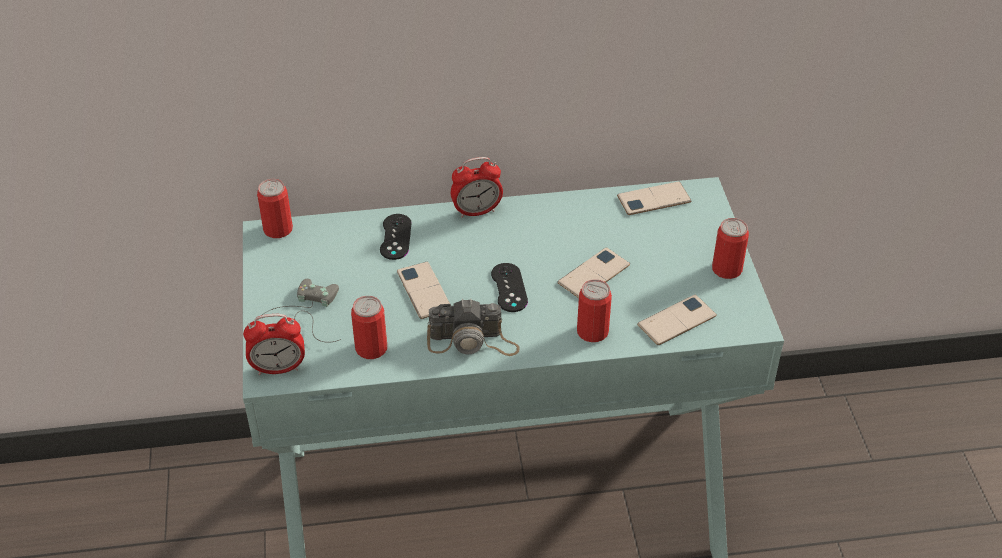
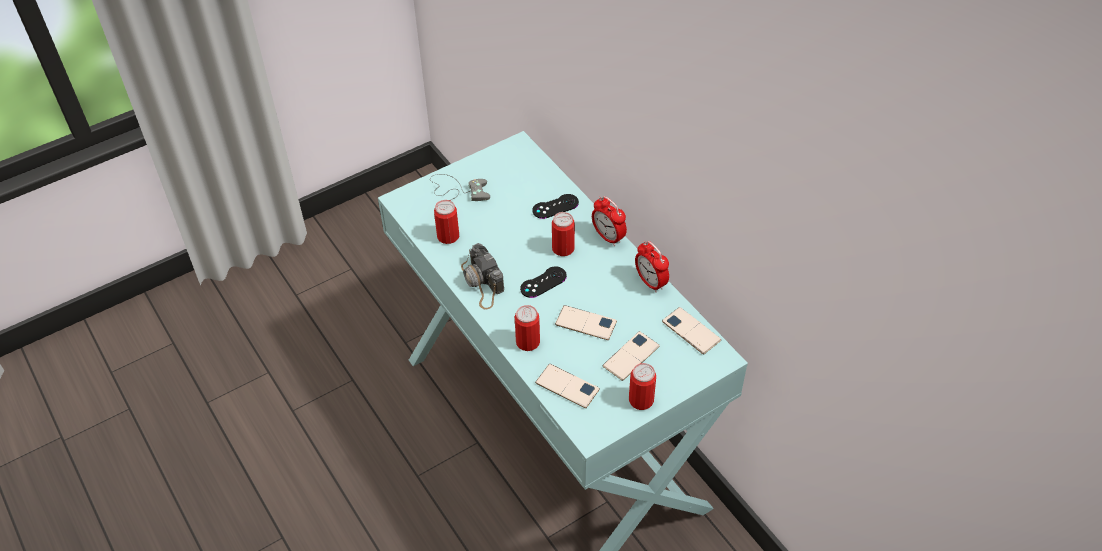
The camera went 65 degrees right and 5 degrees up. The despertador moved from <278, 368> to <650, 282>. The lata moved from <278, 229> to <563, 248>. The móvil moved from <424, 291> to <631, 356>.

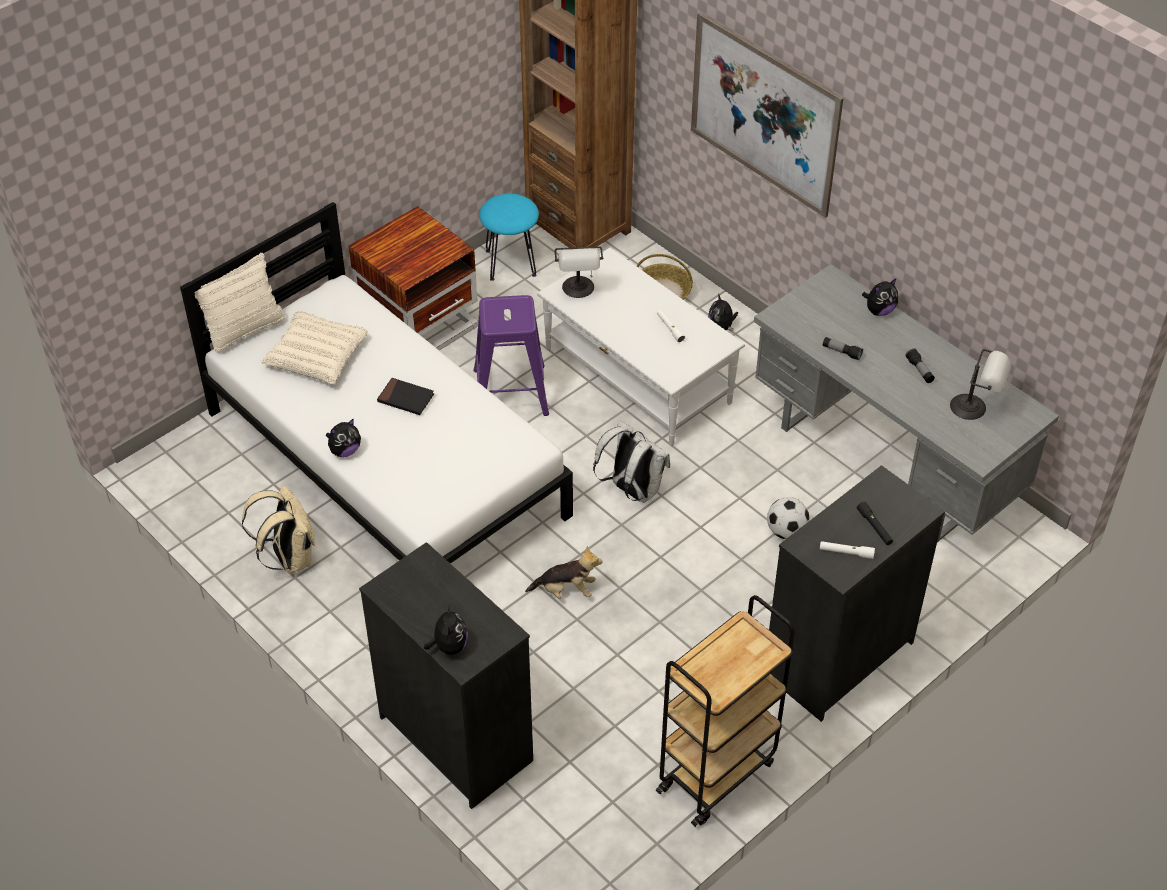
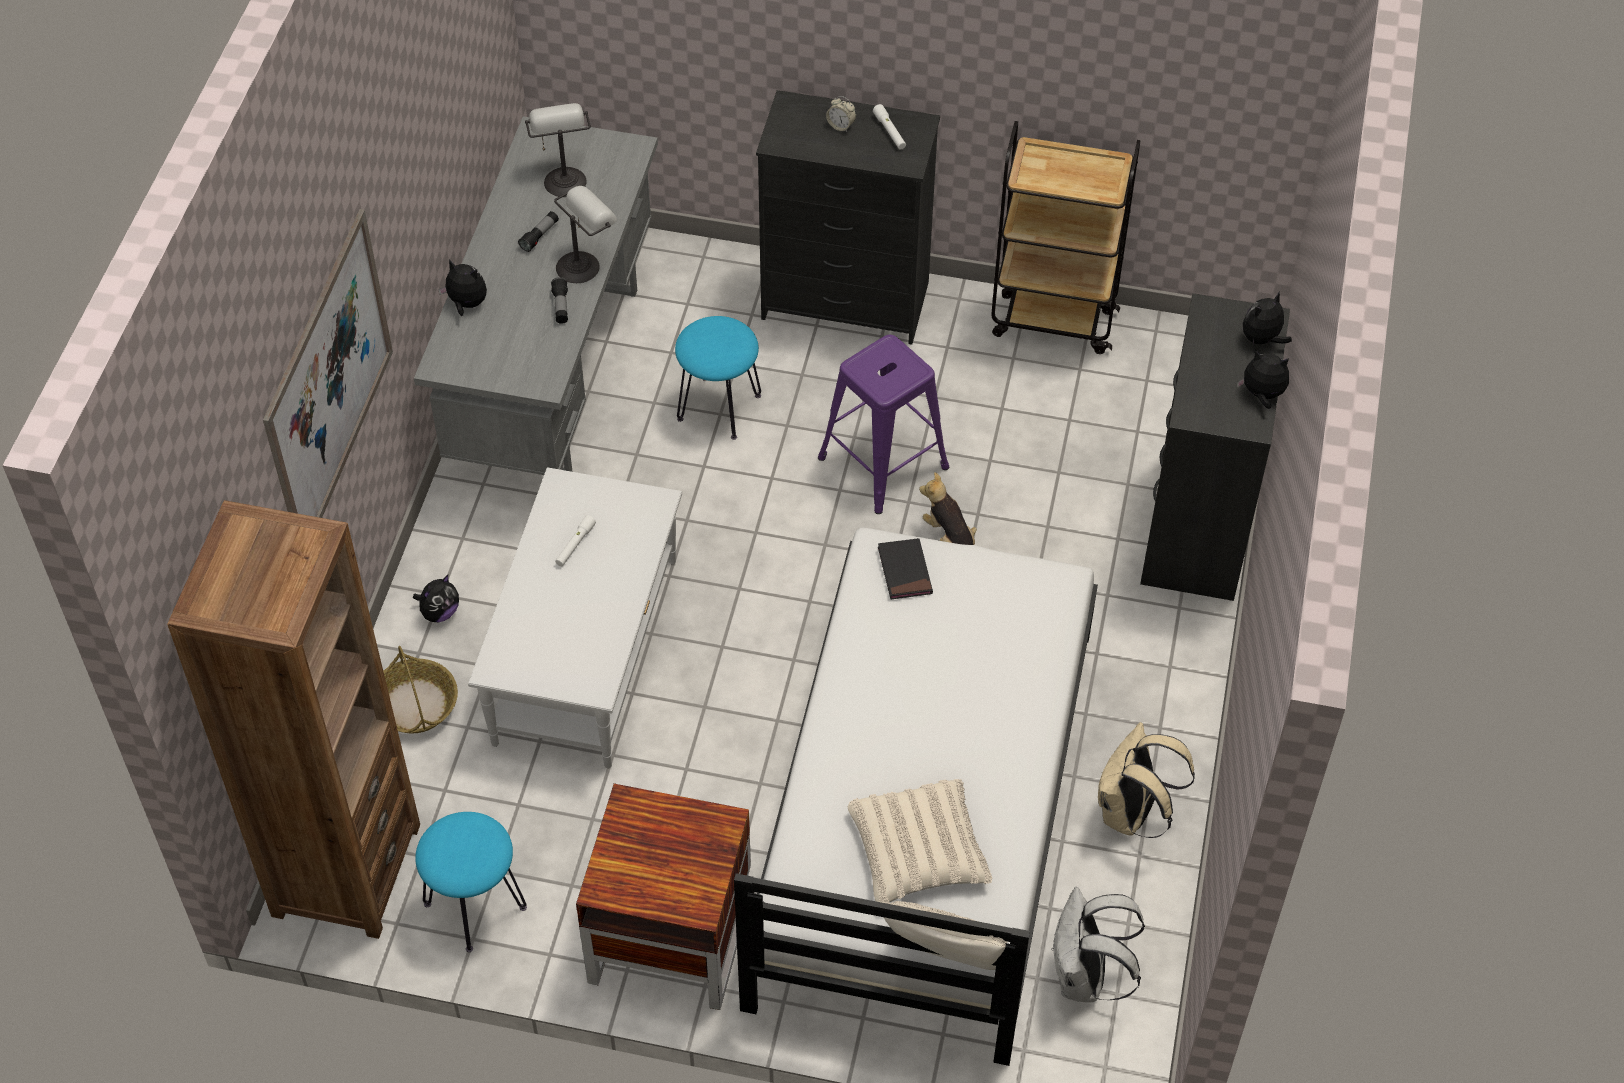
The camera went 125 degrees left and 5 degrees up. The peluche moved from <345, 451> to <1262, 395>. The libro [negro] moved from <406, 398> to <904, 571>. The taburete [morado] moved from <510, 392> to <883, 463>. The lámpara de mesa moved from <579, 291> to <584, 262>. The mochila [blanco] moved from <632, 490> to <1085, 978>. The balón de fútbol at <786, 531> was replaced by the taburete [turquesa] at <719, 407>. The linterna [negro] at <874, 527> was replaced by the despertador at <841, 126>.

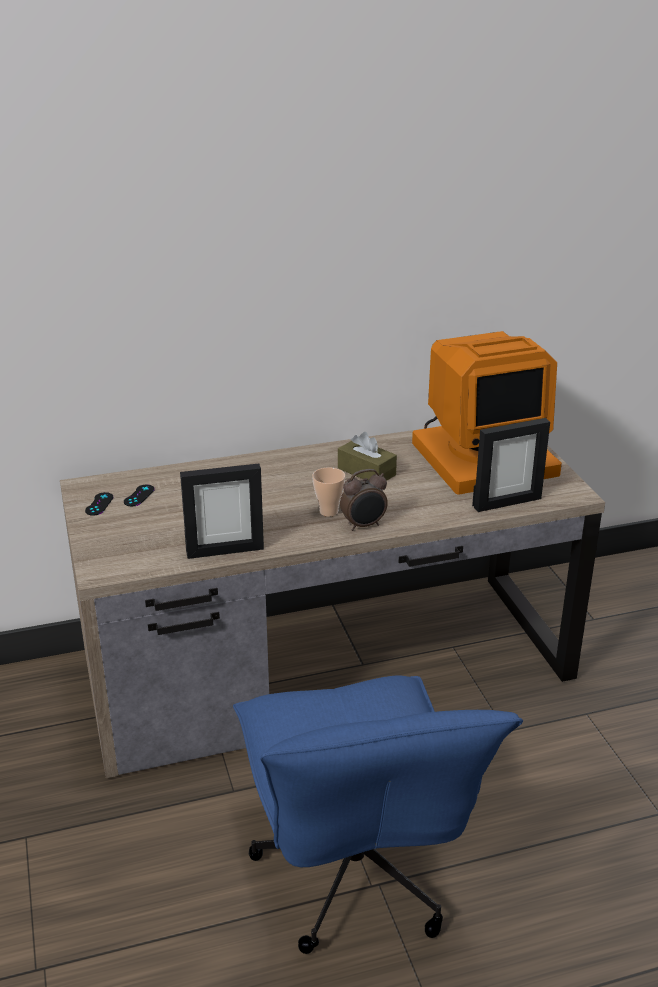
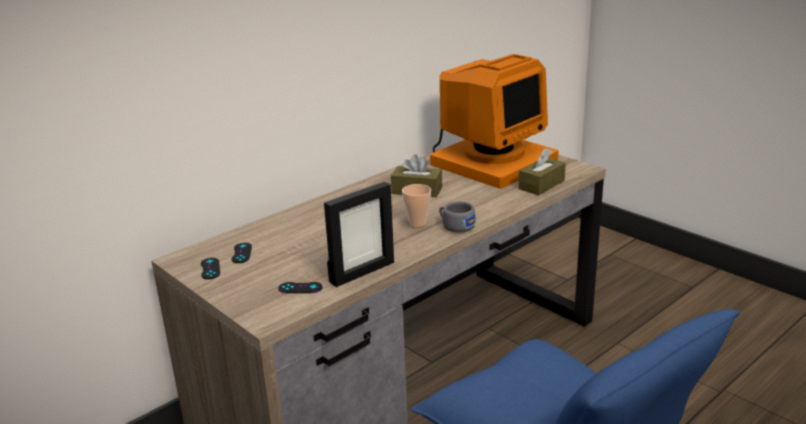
The camera went 25 degrees left and 5 degrees down. The mando de consola [negro] at <300, 288> appeared. The despertador at <364, 525> was replaced by the taza [gris] at <455, 225>. The portarretratos at <506, 502> was replaced by the caja de pañuelos [marrón] at <541, 185>.

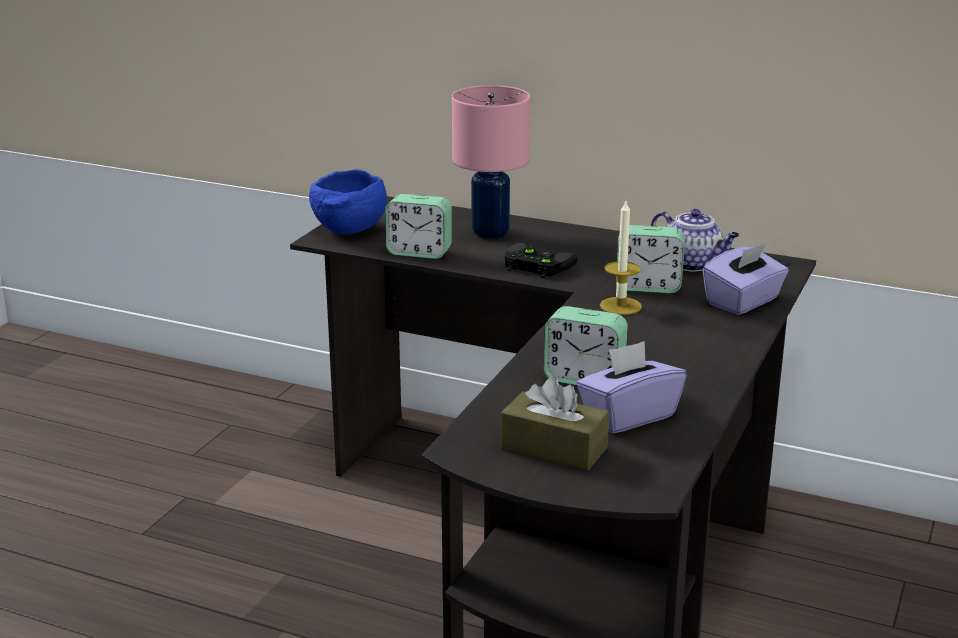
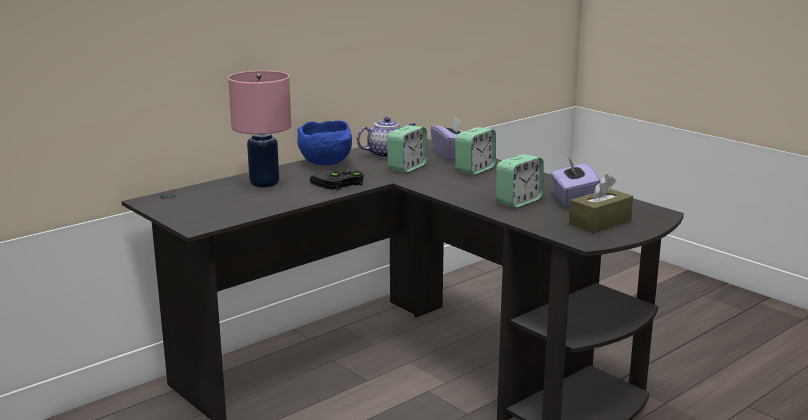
The camera went 65 degrees left and 5 degrees down. The vela at <620, 306> disappeared. The cuenco [azul] moved from <349, 231> to <327, 164>. The despertador moved from <419, 252> to <475, 170>.

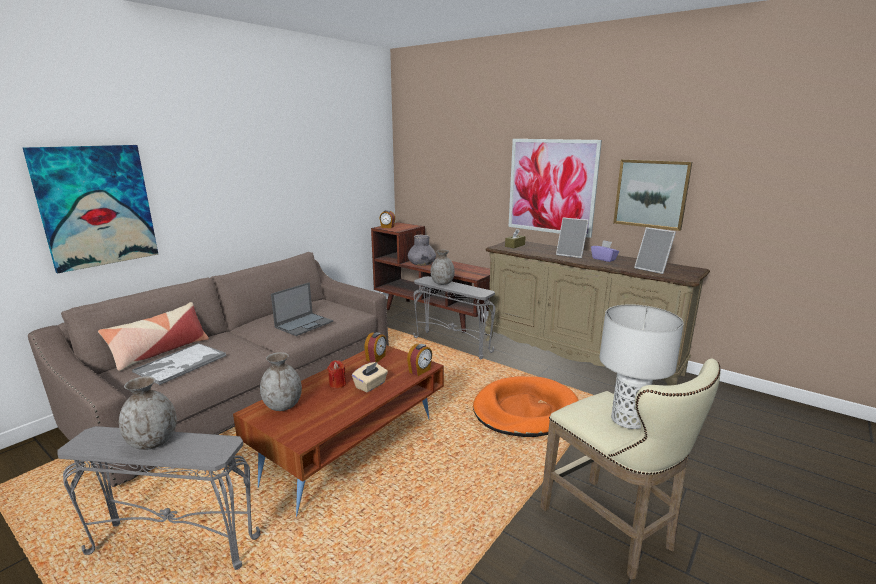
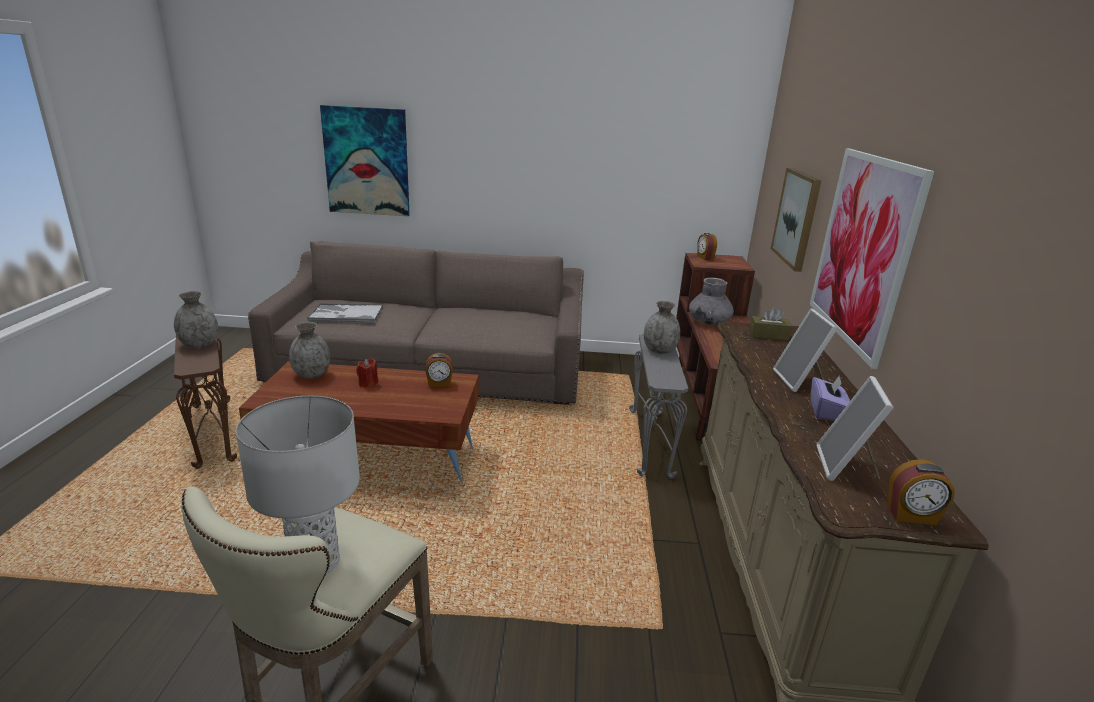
The camera went 55 degrees right and 5 degrees up. The cojín at <161, 352> disappeared. The portátil at <304, 324> disappeared. The caja de pañuelos [beis] at <371, 385> disappeared. The cama para perro [naranja] at <525, 410> disappeared. The despertador moved from <420, 371> to <911, 515>. The cuadro moved from <651, 194> to <797, 218>. The mesa auxiliar [gris] at <174, 546> became the mesa auxiliar [marrón] at <213, 433>.

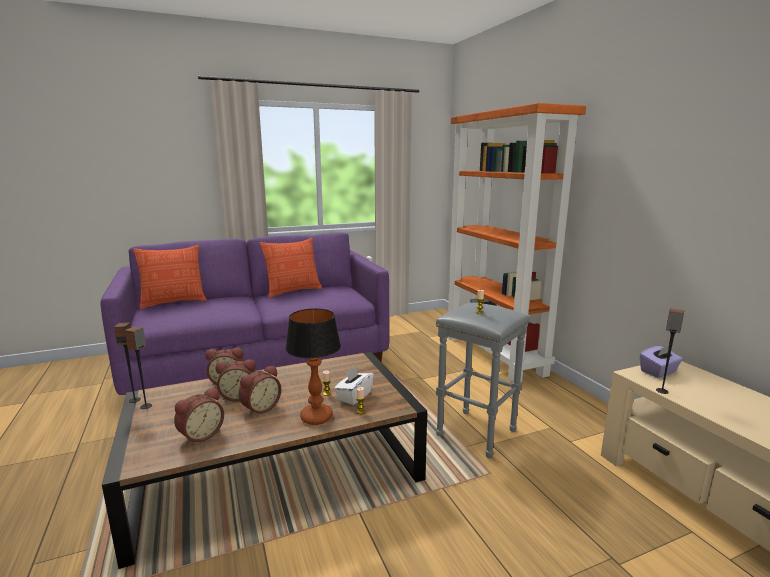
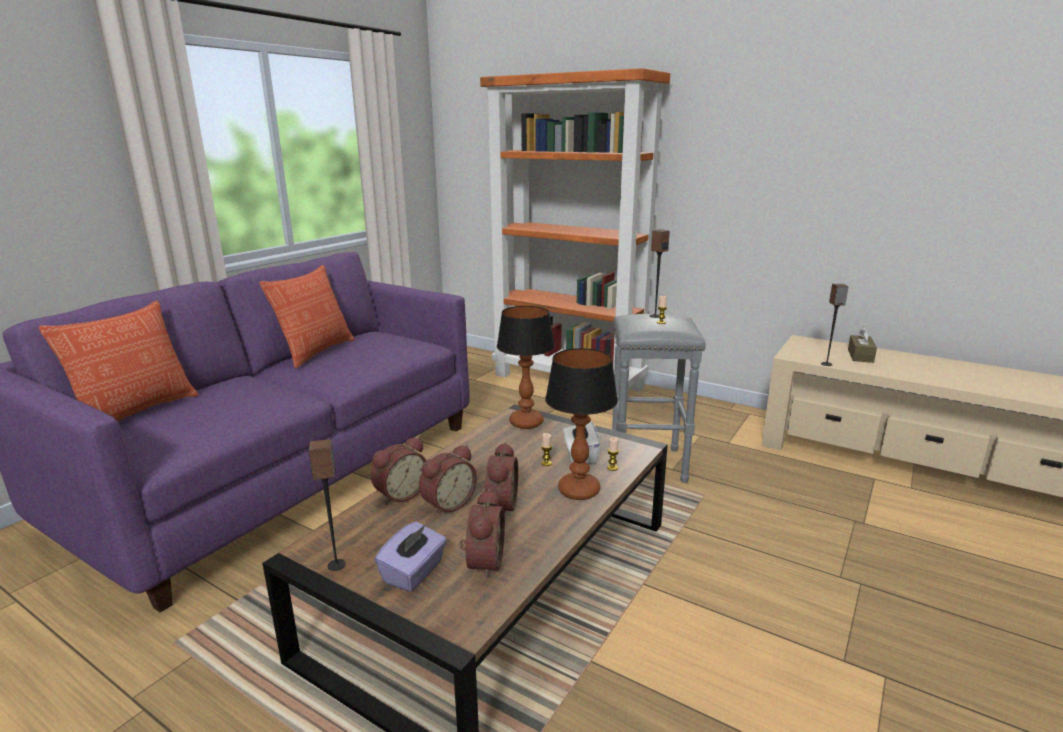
The camera went 35 degrees left and 5 degrees up. The lámpara de mesa at <525, 422> appeared. The caja de pañuelos [marrón] at <860, 356> appeared. The altavoz moved from <135, 400> to <655, 316>. The caja de pañuelos [morado] moved from <658, 372> to <414, 573>.

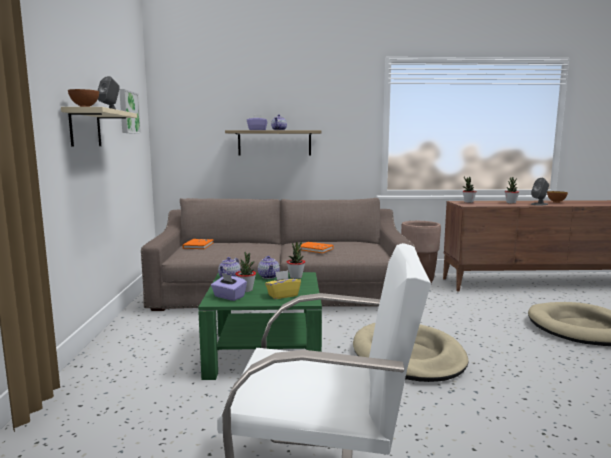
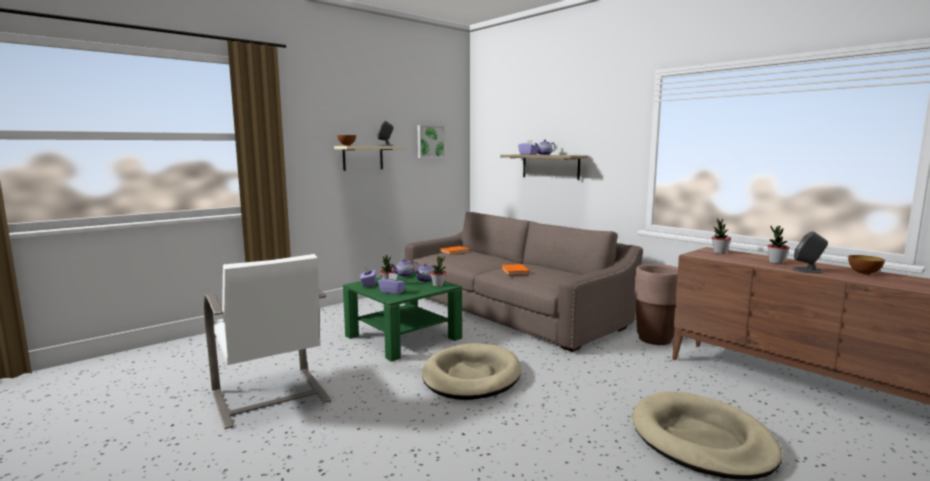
The camera went 50 degrees right and 0 degrees up. The caja de pañuelos [amarillo] at <283, 295> became the caja de pañuelos [morado] at <392, 292>.

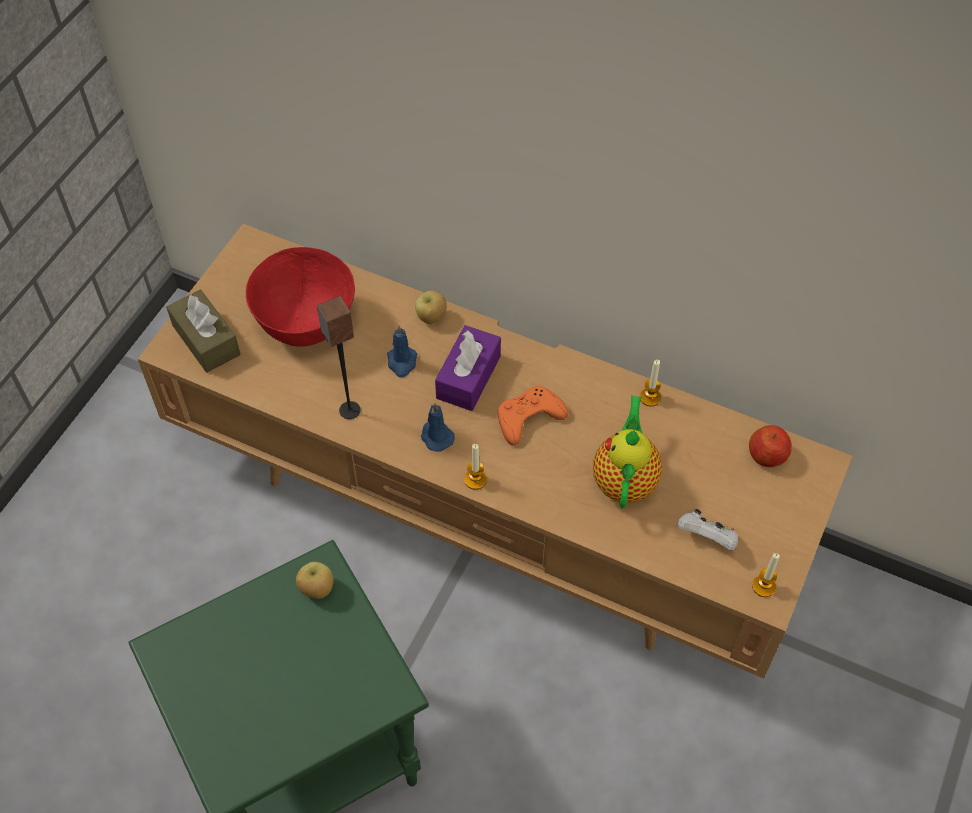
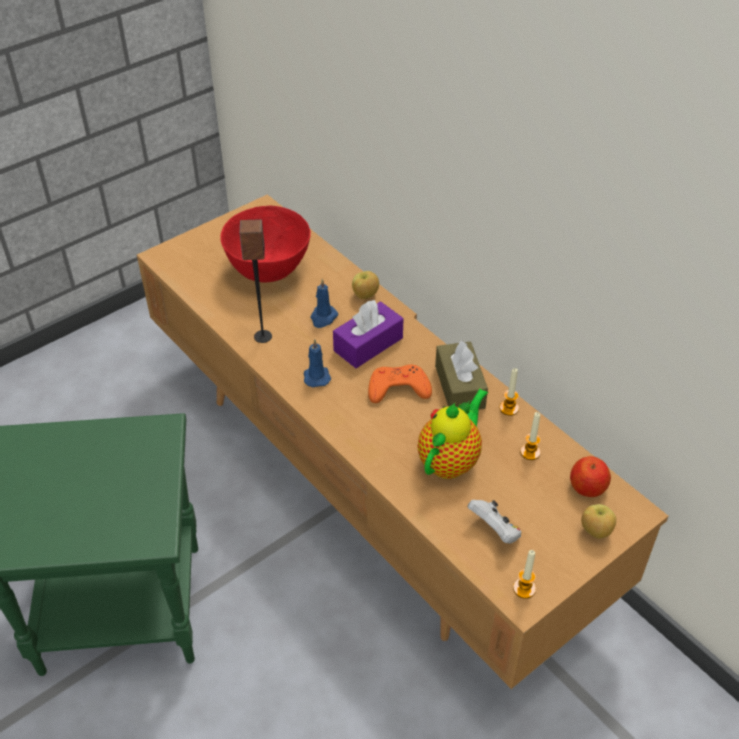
The camera went 25 degrees right and 10 degrees down. The caja de pañuelos [marrón] moved from <206, 340> to <459, 387>. The manzana moved from <316, 589> to <595, 531>. The vela moved from <475, 480> to <530, 452>.

